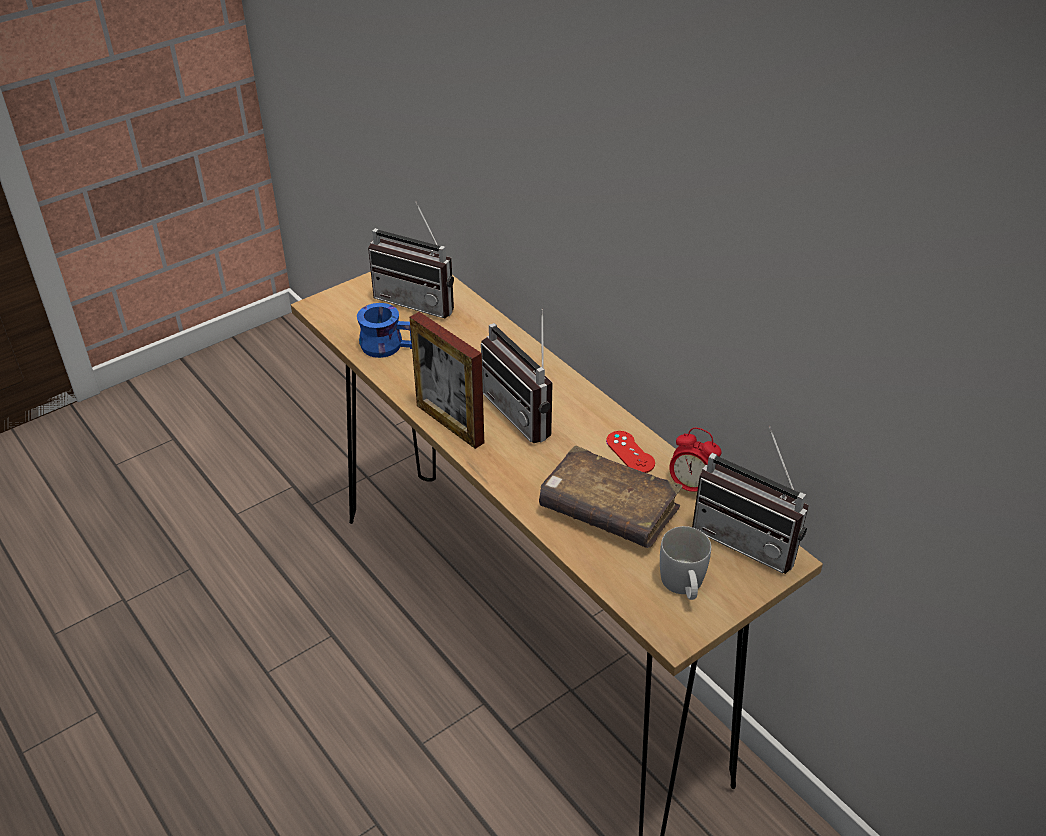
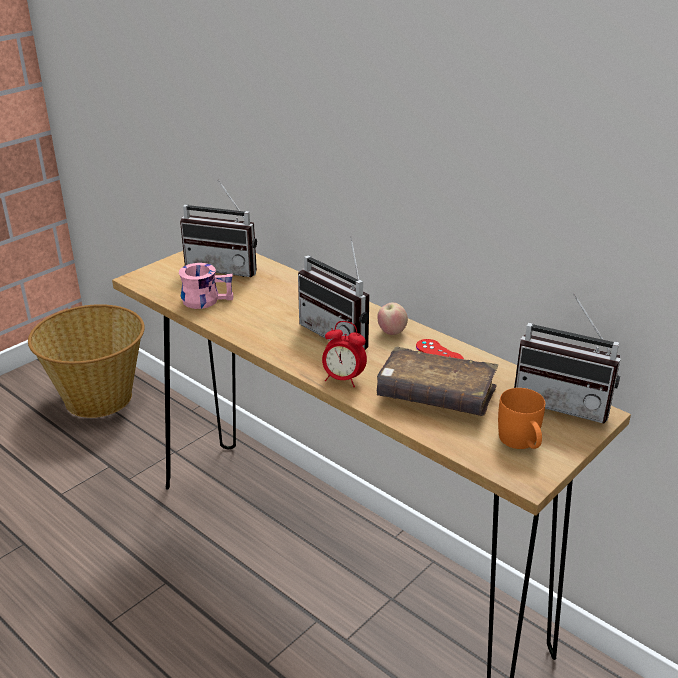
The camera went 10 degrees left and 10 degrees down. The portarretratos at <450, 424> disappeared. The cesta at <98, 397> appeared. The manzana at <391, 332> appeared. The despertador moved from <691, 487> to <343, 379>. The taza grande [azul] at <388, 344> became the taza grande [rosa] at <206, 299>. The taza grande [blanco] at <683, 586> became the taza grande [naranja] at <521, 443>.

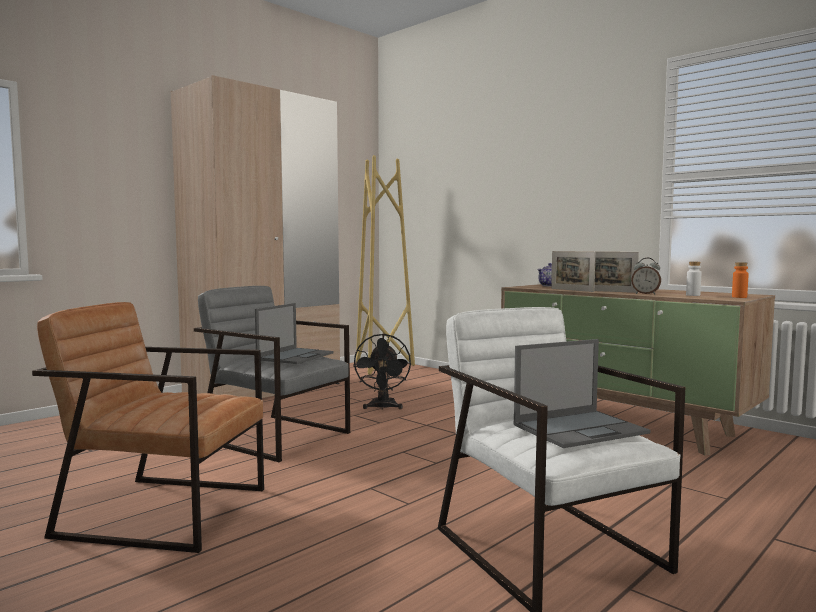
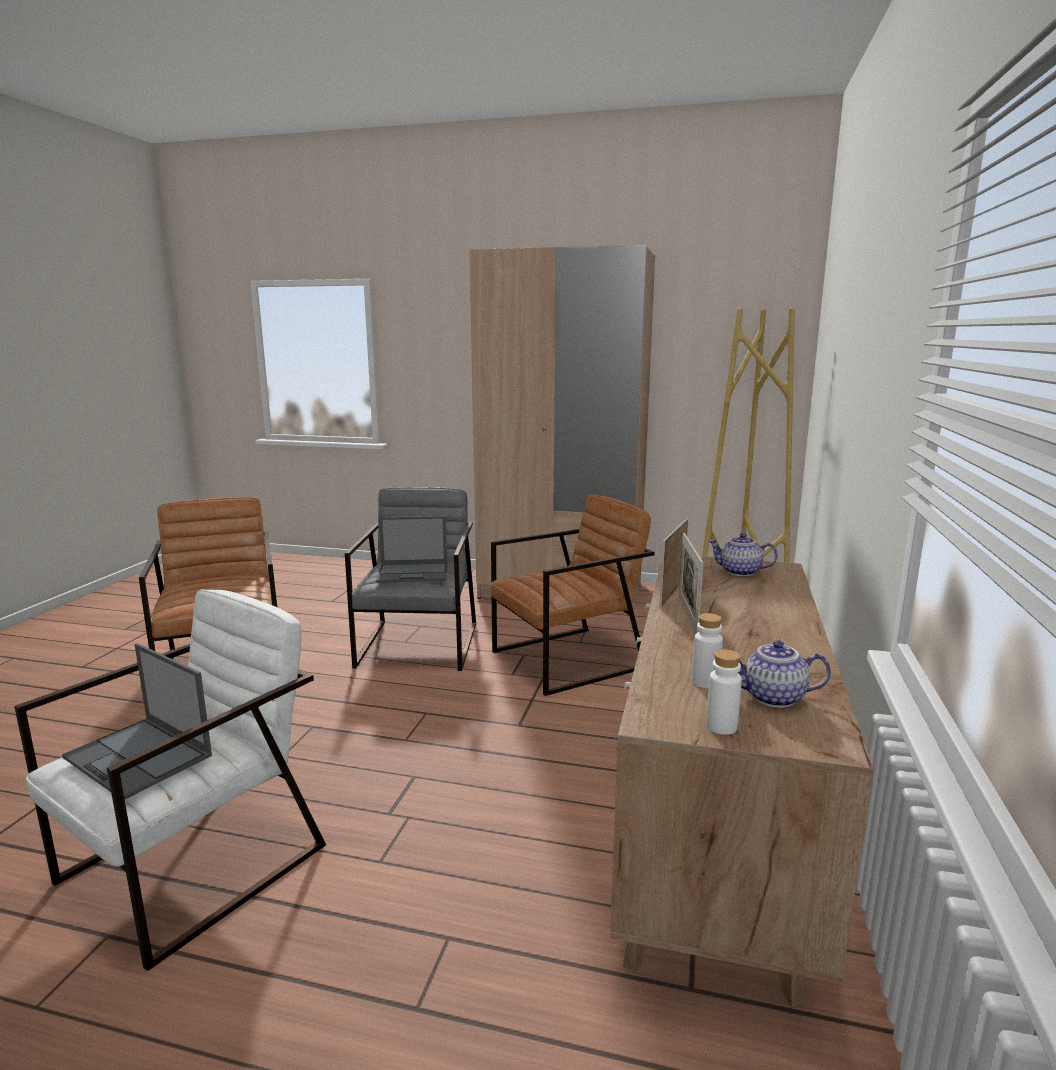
The camera went 60 degrees right and 10 degrees up. The despertador at <645, 294> disappeared. The tetera at <773, 698> appeared. The ventilador [negro] at <382, 407> was replaced by the sillón [marrón] at <568, 659>. The botella [naranja] at <739, 297> became the botella [blanco] at <721, 726>.

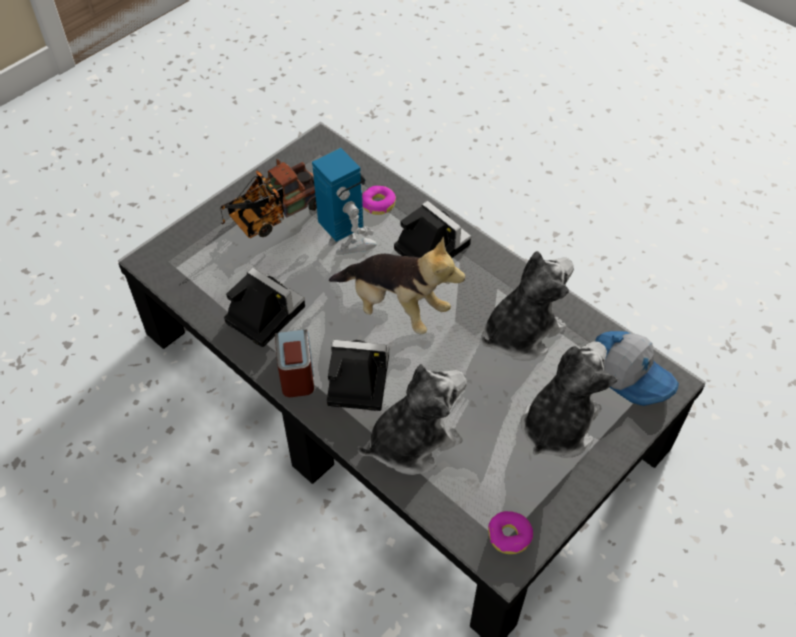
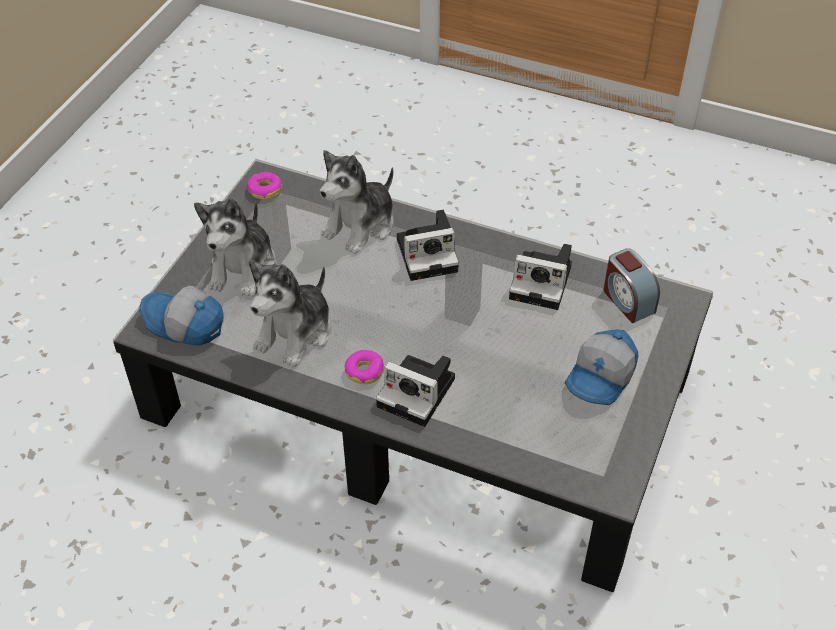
The camera went 160 degrees right and 5 degrees down. The robot de juguete at <346, 242> disappeared. The peluche at <395, 307> disappeared. The despertador moved from <296, 372> to <627, 300>. The rosquilla moved from <378, 204> to <364, 371>. The camión de juguete at <272, 215> was replaced by the gorra at <601, 377>.

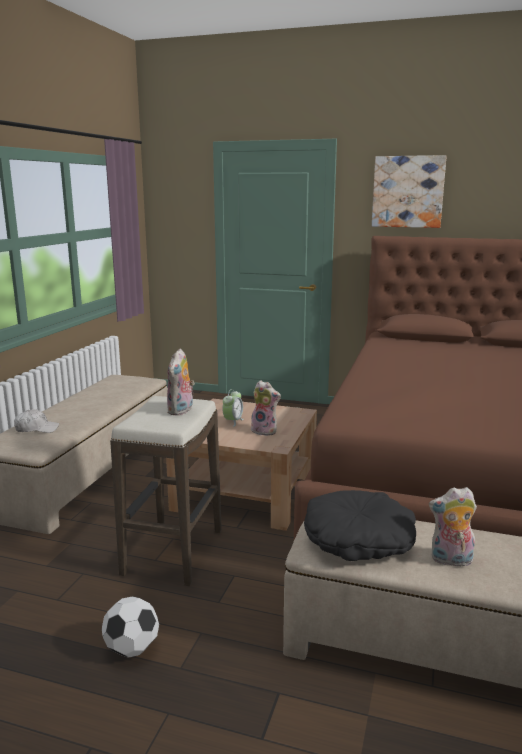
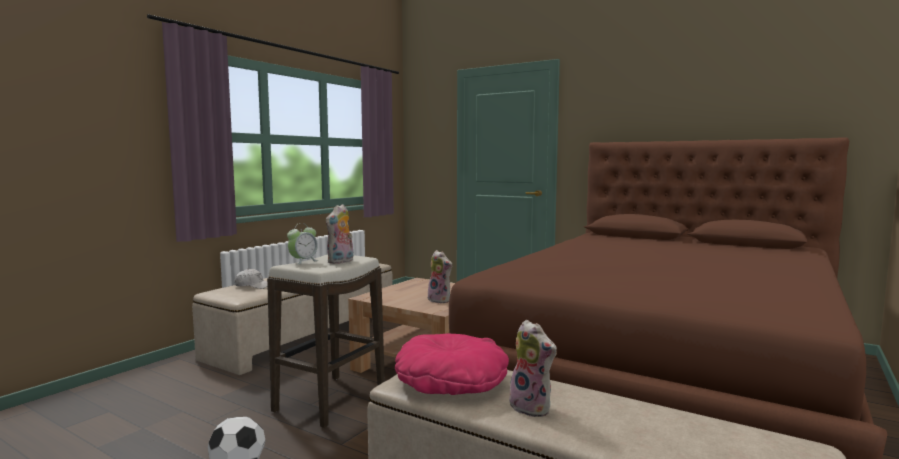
The camera went 15 degrees right and 10 degrees down. The cuadro at <408, 192> disappeared. The despertador moved from <233, 421> to <303, 261>. The cojín [negro] at <358, 538> became the cojín [rosa] at <452, 380>. The peluche at <450, 560> turned 150 degrees counterclockwise.

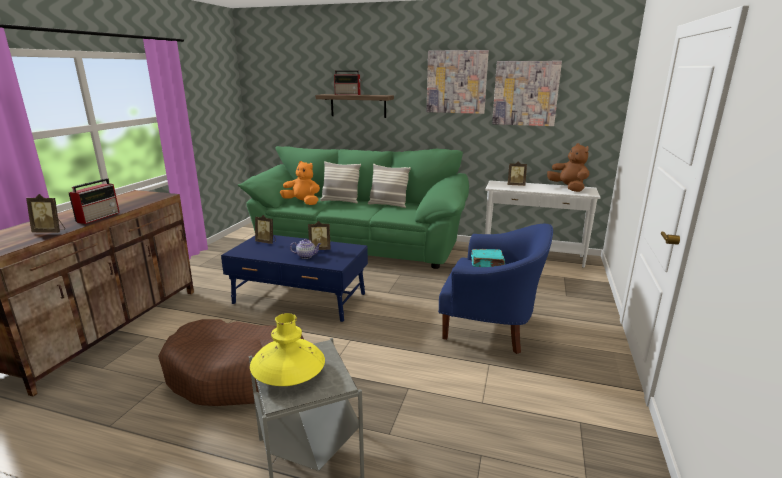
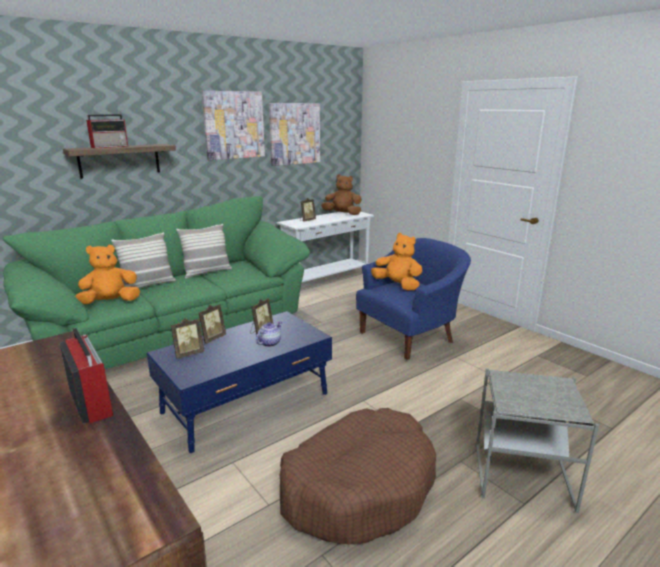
The camera went 55 degrees left and 0 degrees up. The florero [amarillo] at <289, 374> disappeared. The portarretratos moved from <50, 231> to <212, 338>. The libro [turquesa] at <487, 265> was replaced by the peluche [naranja] at <397, 285>.

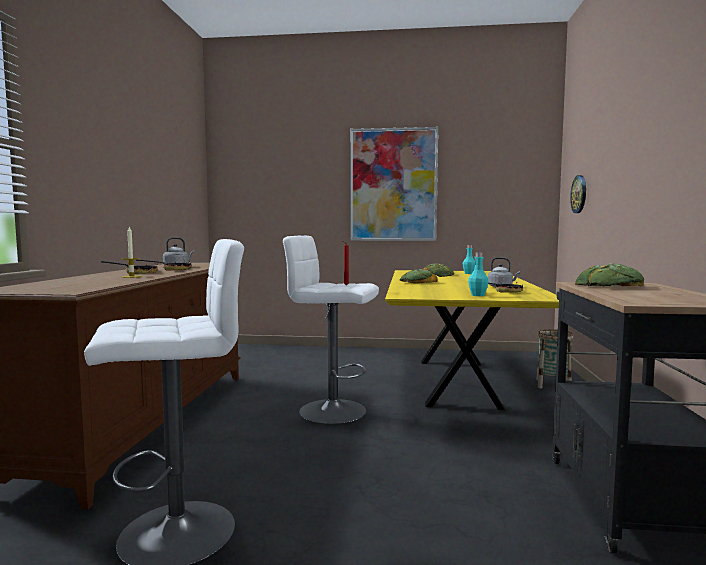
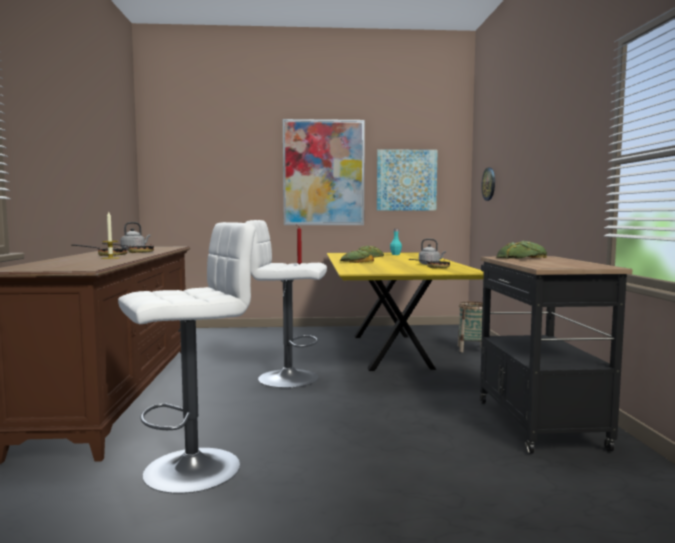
The camera went 10 degrees left and 0 degrees up. The botella [turquesa] at <478, 295> disappeared. The cuadro at <406, 180> appeared.

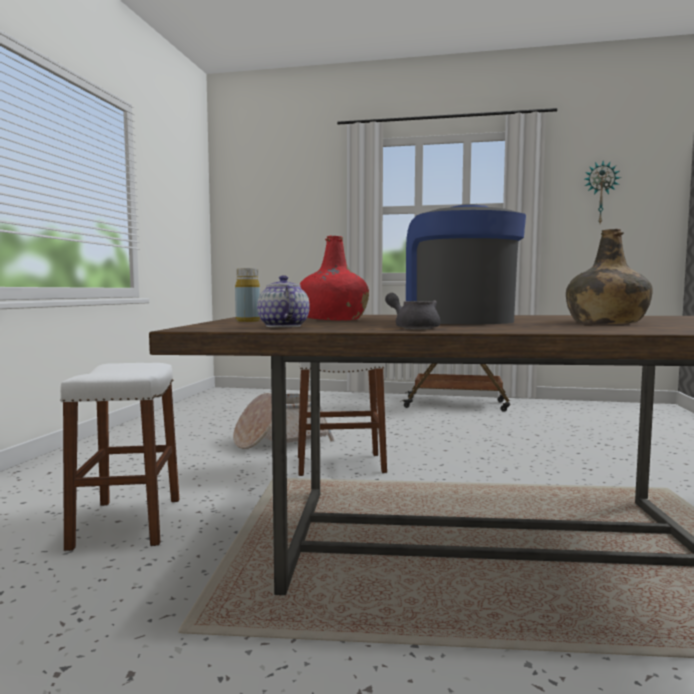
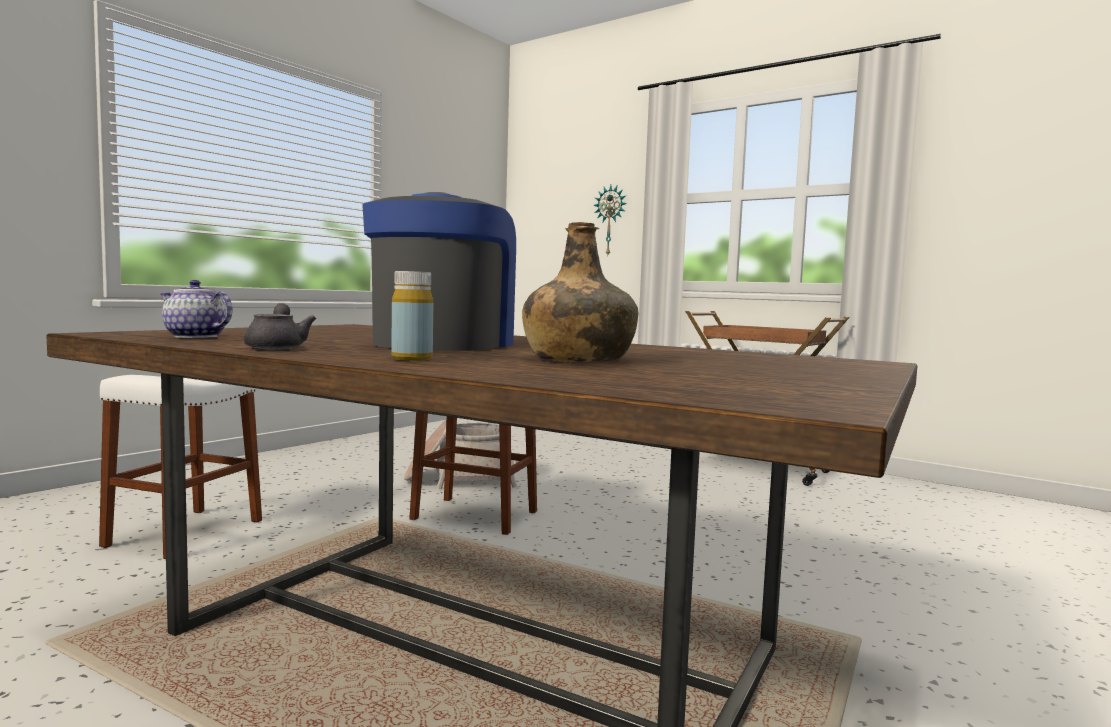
The camera went 25 degrees right and 0 degrees up. The botella [rojo] at <333, 319> disappeared. The botella [amarillo] moved from <248, 321> to <412, 358>. The reloj de pared moved from <600, 193> to <610, 220>. The tetera at <282, 326> turned 75 degrees counterclockwise.

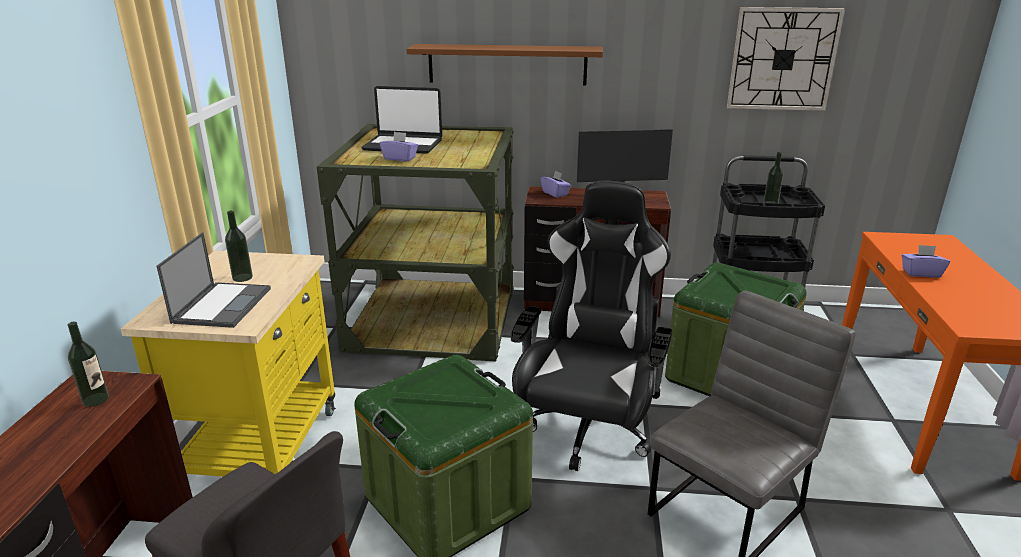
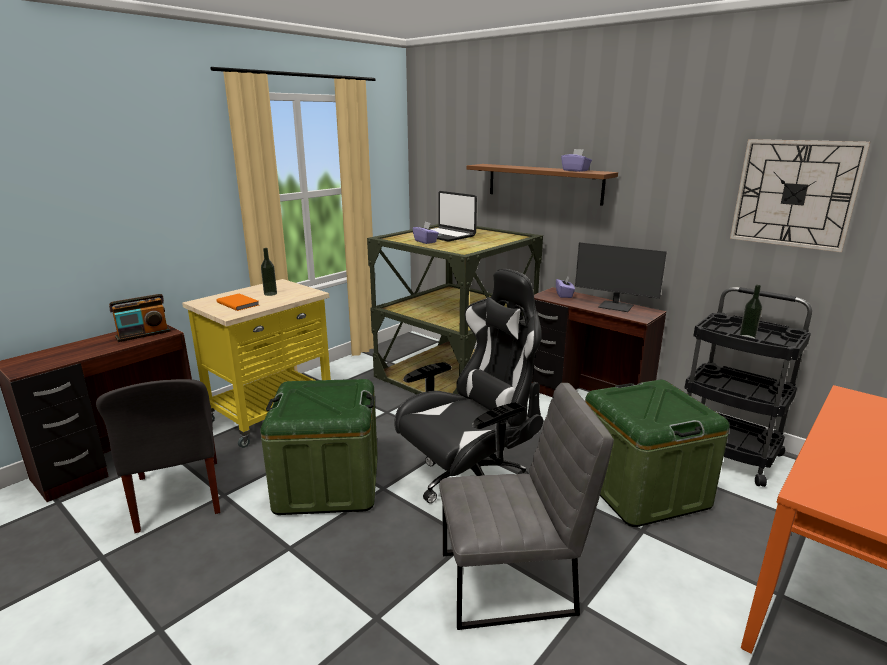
The camera went 35 degrees right and 5 degrees down. The caja de pañuelos [morado] moved from <921, 273> to <575, 170>. The botella at <95, 399> was replaced by the radio at <143, 334>. The portátil at <222, 305> was replaced by the libro [naranja] at <238, 303>.

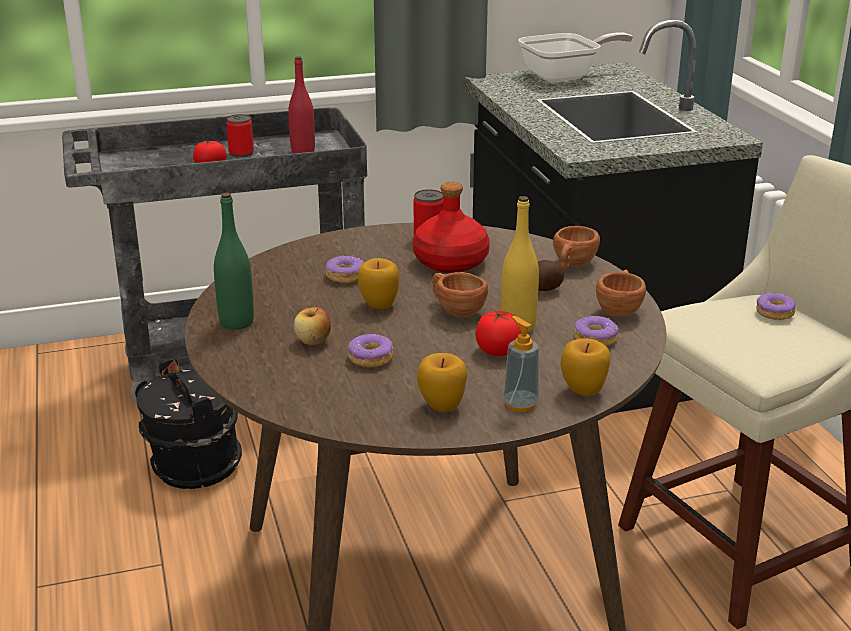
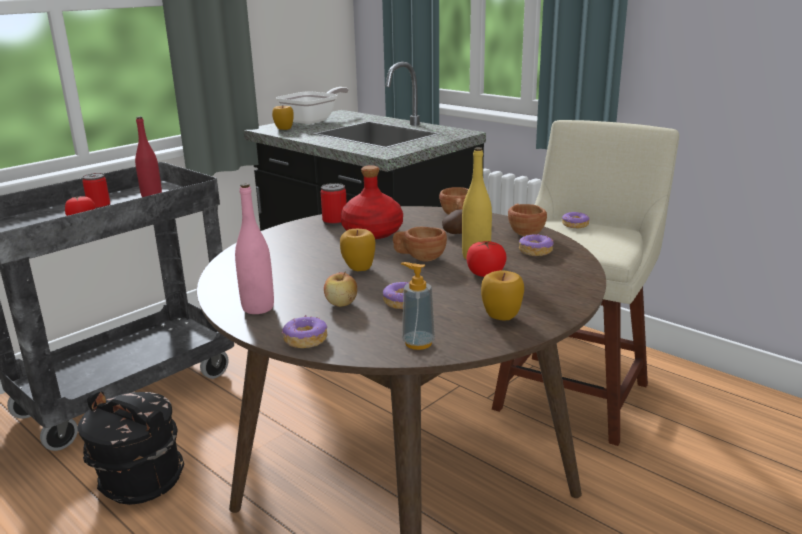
The camera went 30 degrees left and 5 degrees down. The rosquilla moved from <345, 276> to <305, 340>. The dispensador de jabón moved from <520, 404> to <418, 343>. The manzana moved from <583, 391> to <284, 129>. The botella [verde] at <236, 322> became the botella [rosa] at <258, 308>.

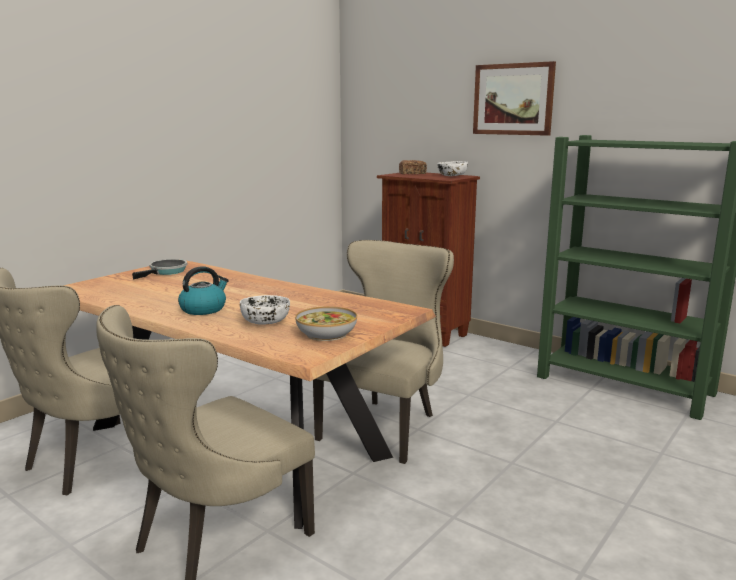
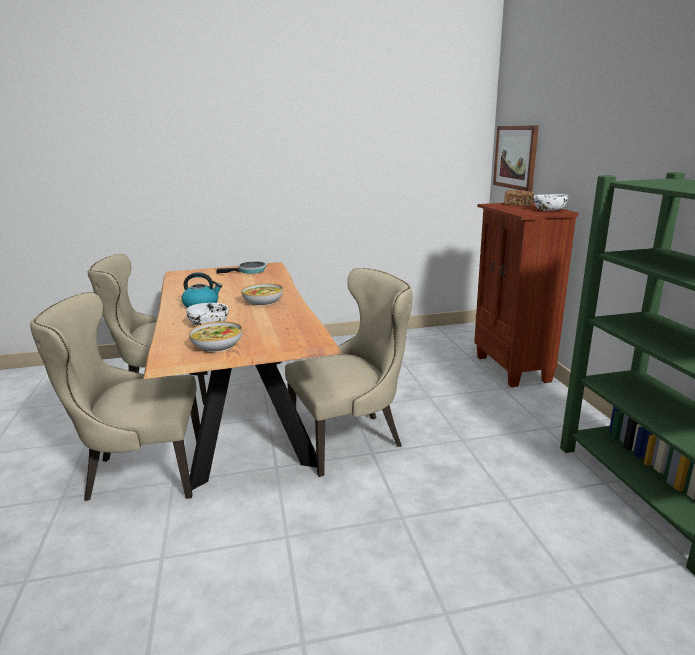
The camera went 40 degrees right and 5 degrees up. The cuenco at <263, 301> appeared. The cuadro moved from <513, 99> to <516, 157>.

